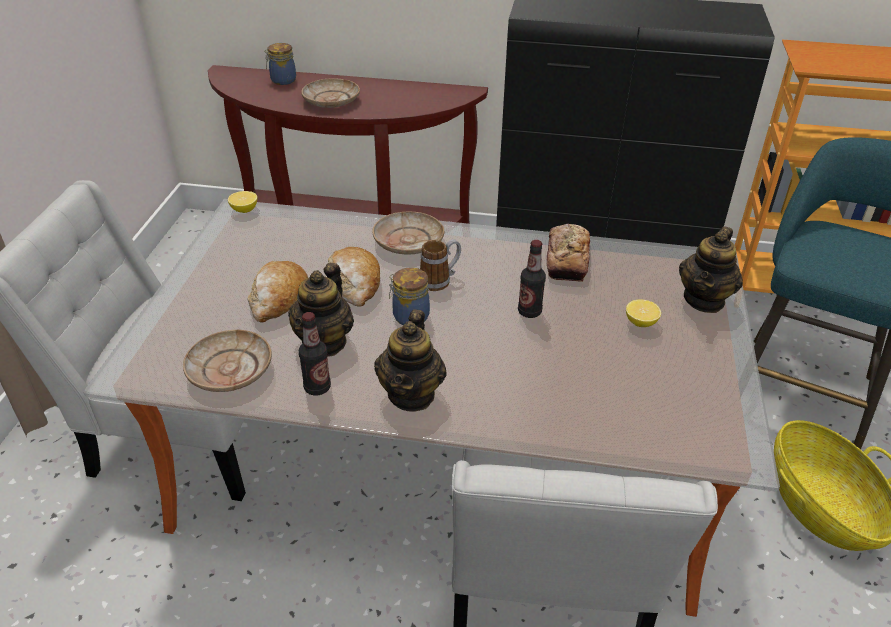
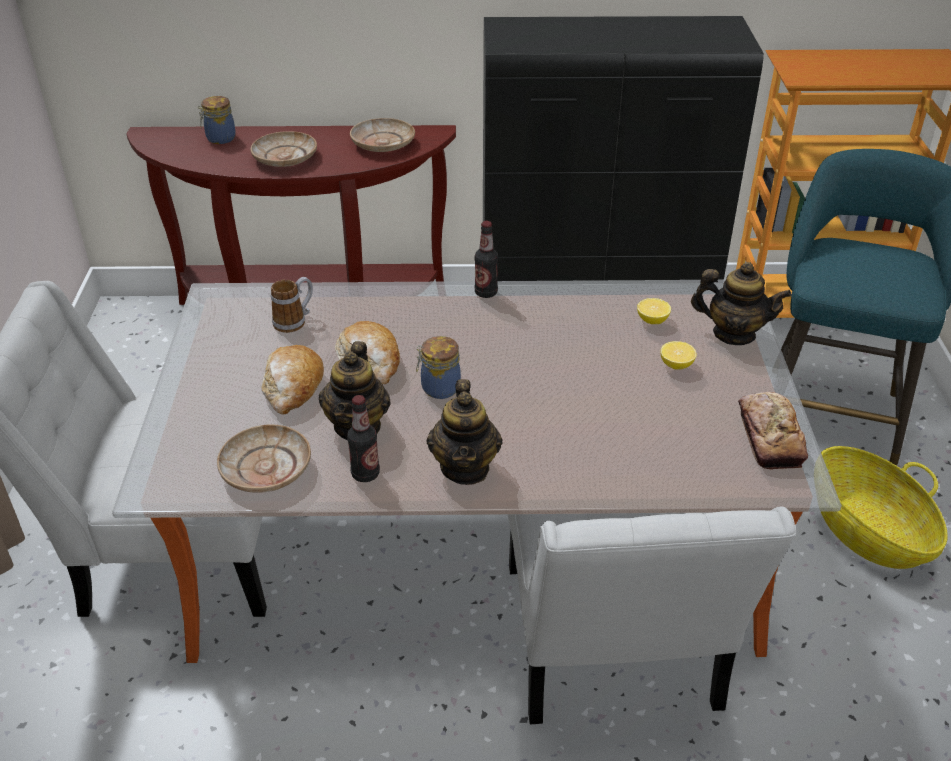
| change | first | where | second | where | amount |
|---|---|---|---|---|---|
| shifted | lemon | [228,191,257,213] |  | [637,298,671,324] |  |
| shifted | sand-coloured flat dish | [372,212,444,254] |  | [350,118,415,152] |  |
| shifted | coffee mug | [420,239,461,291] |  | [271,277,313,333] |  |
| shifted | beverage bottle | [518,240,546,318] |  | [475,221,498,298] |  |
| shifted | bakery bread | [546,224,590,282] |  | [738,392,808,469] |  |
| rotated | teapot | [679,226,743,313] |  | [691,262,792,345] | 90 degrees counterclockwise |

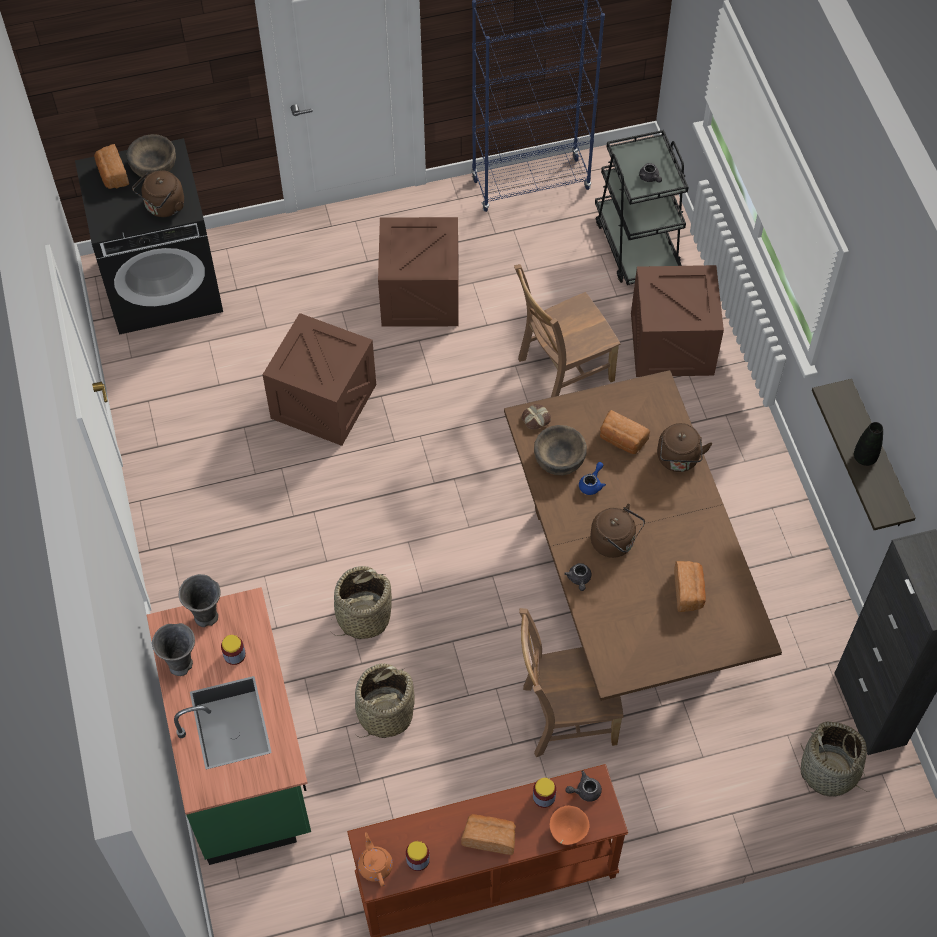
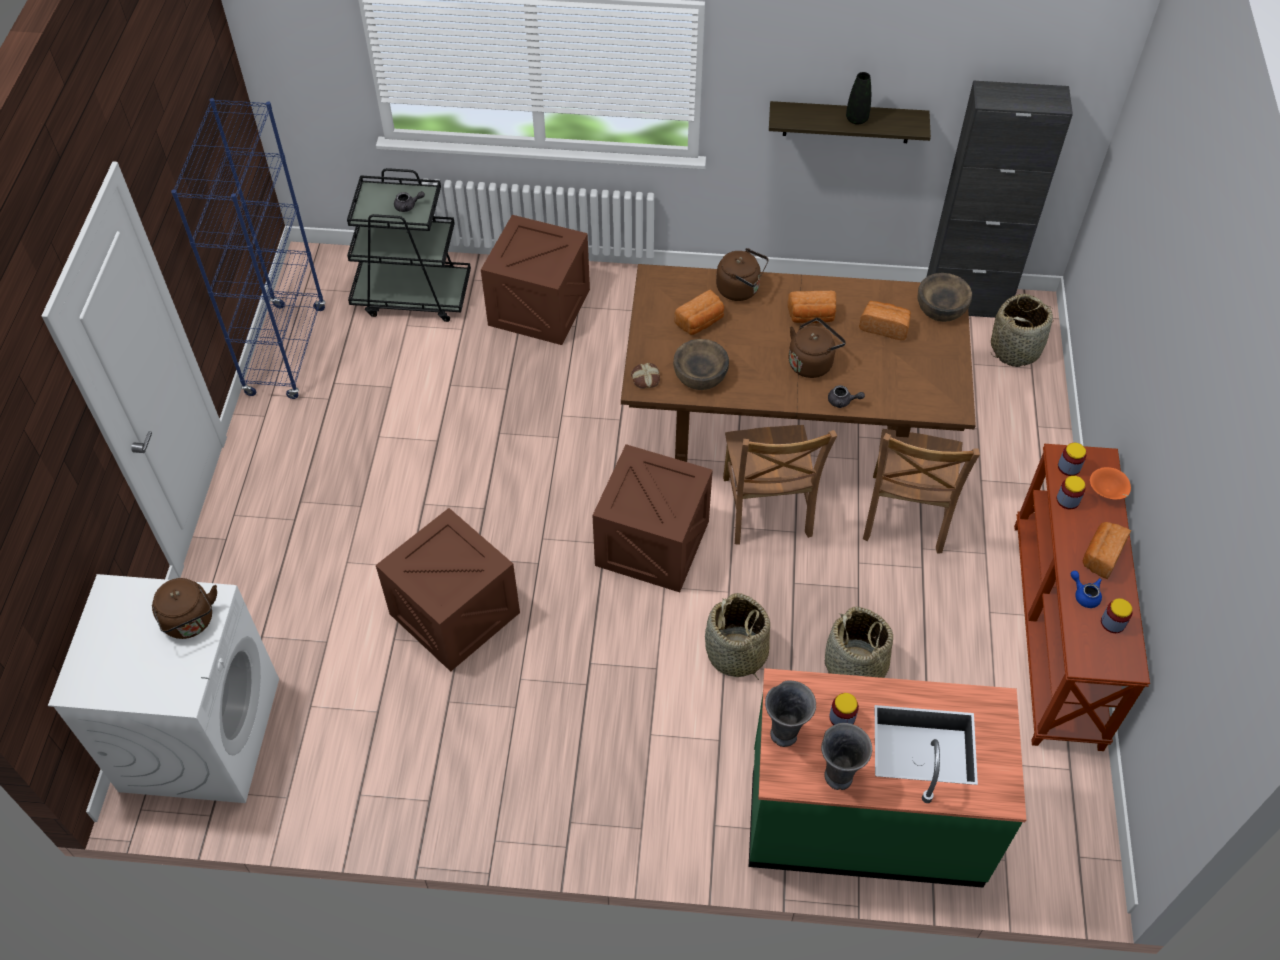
| change | first | where | second | where | amount |
|---|---|---|---|---|---|
| gone | orangey teapot | [358,832,393,887] |  |  |  |
| shifted | bakery bread | [94,144,129,189] |  | [787,291,836,323] |  |
| shifted | brownish deep dish | [127,134,176,177] |  | [917,273,972,322] |  |
| shifted | crate | [378,217,459,327] |  | [592,444,713,592] |  |
| shifted | brownish plain chair | [514,264,621,397] |  | [723,425,838,545] |  |
| shifted | blue teapot | [579,462,606,495] |  | [1071,571,1102,608] |  |
| swapped | gray teapot | [565,770,602,802] | storage jar | [1058,443,1086,476] |  |
| repainted | blackish washing machine | [75,138,223,335] | white-coloured washing machine | [48,574,279,803] |  |

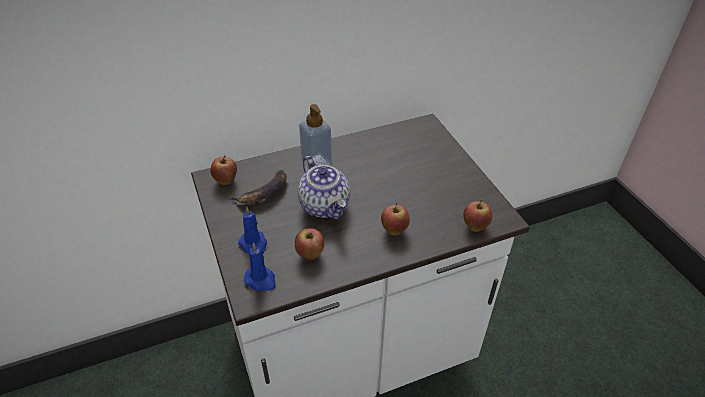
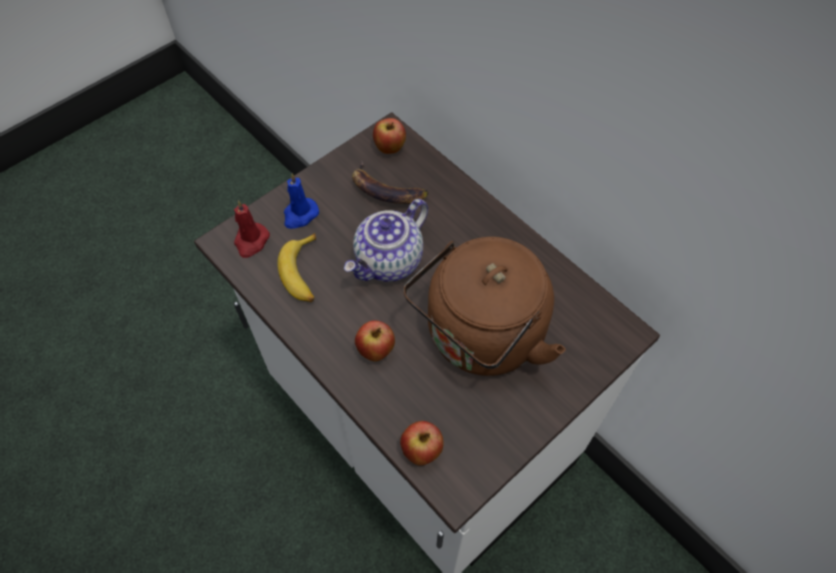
| change | first | where | second | where | amount |
|---|---|---|---|---|---|
| gone | liquid soap bottle | [299,104,332,166] |  |  |  |
| new |  |  | brownish water kettle | [403,237,566,376] |  |
| swapped | apple fruit | [295,228,324,260] | banana | [277,233,316,302] |  |
| repainted | blue wax light | [244,242,276,291] | reddish wax light | [234,200,270,258] |  |

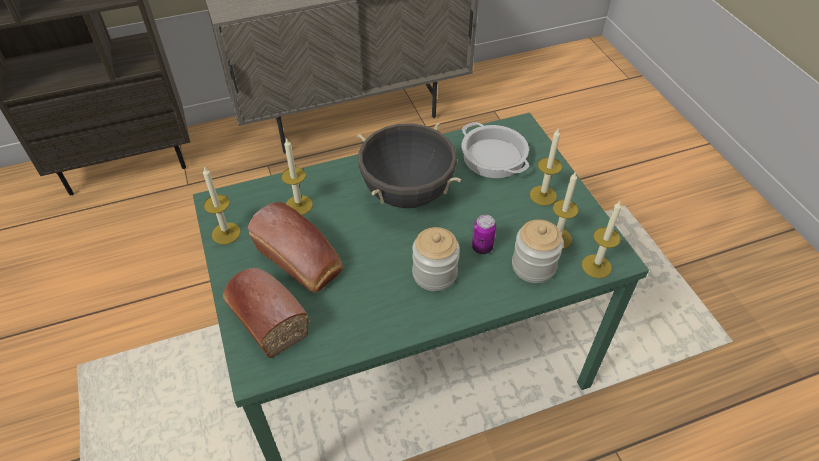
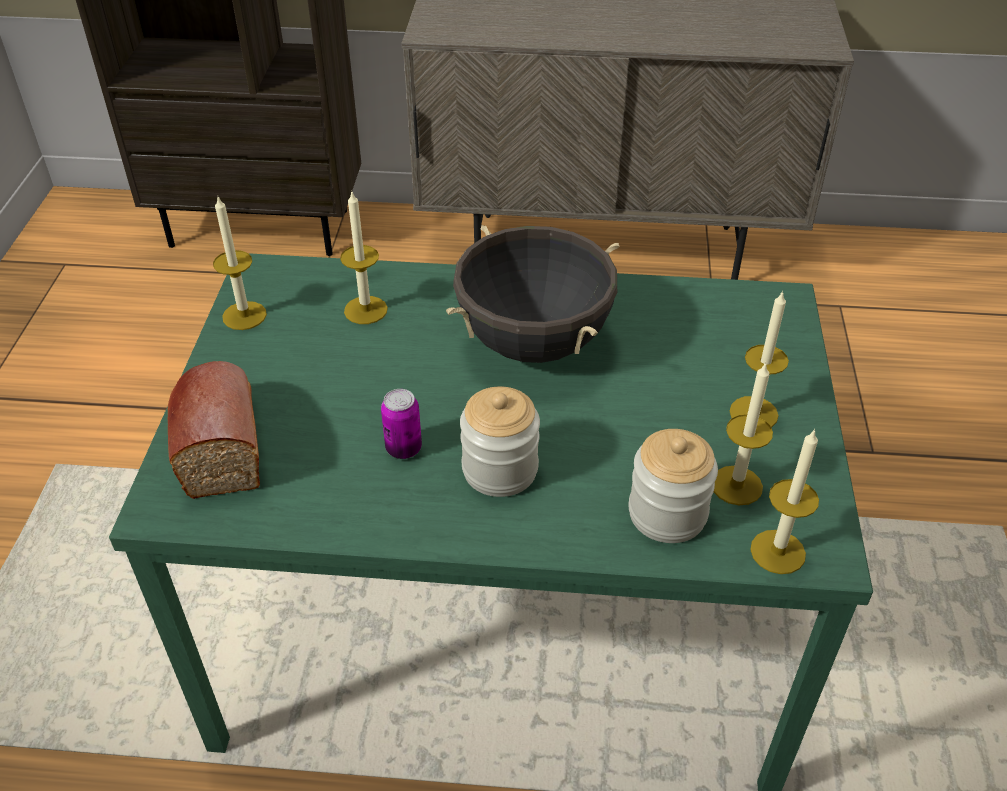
| change | first | where | second | where | amount |
|---|---|---|---|---|---|
| gone | bakery bread | [248,202,343,292] |  |  |  |
| gone | saucepot | [462,122,529,178] |  |  |  |
| shifted | metal can | [472,215,496,254] |  | [381,389,422,459] |  |

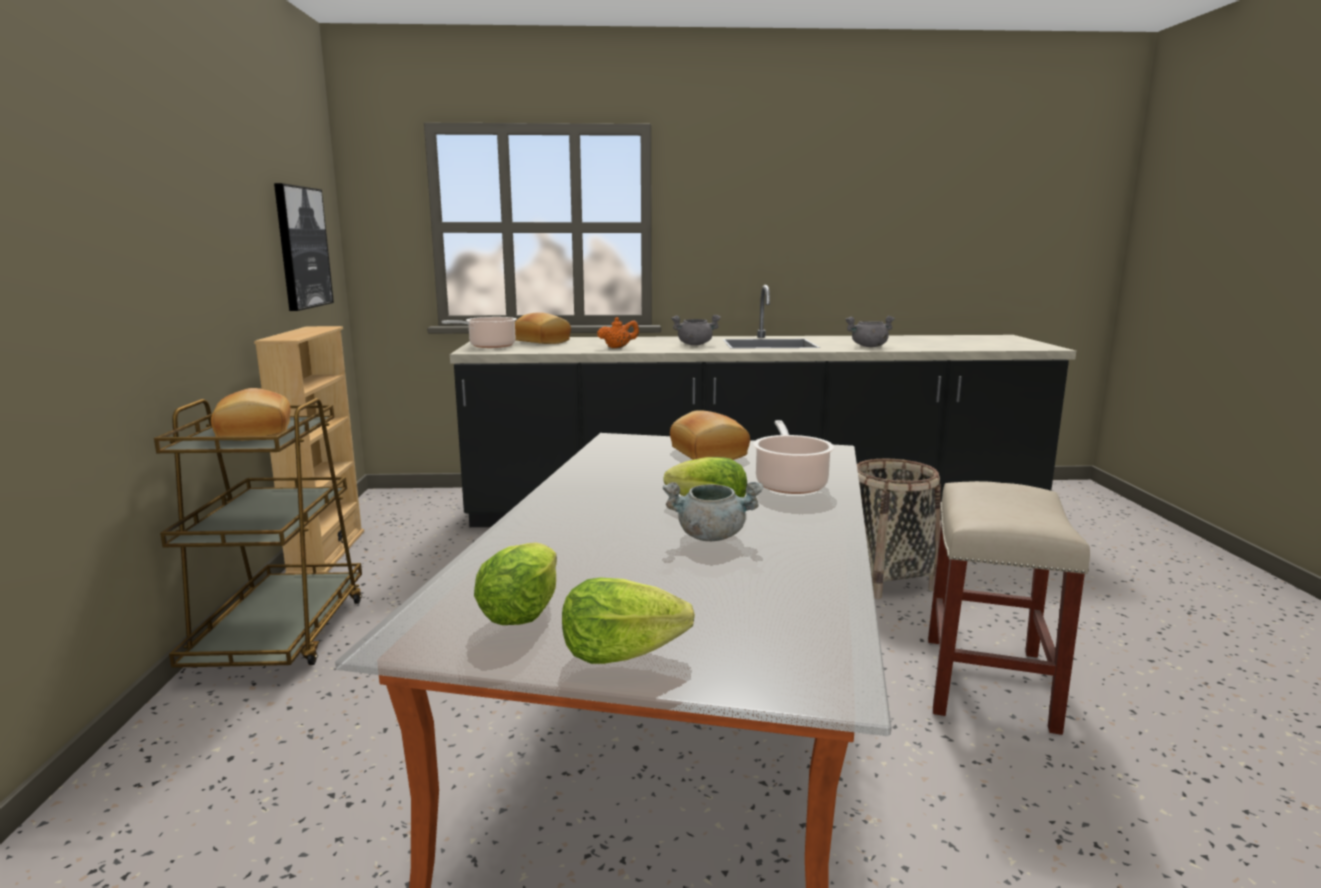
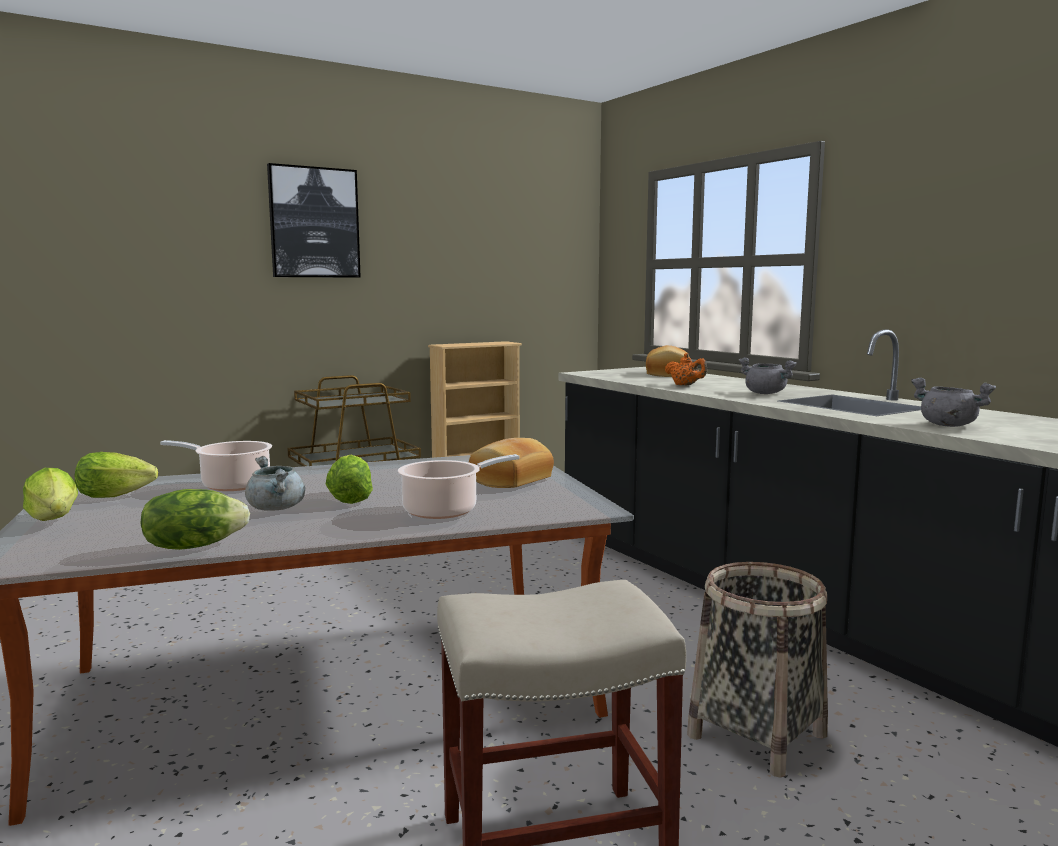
| change | first | where | second | where | amount |
|---|---|---|---|---|---|
| gone | bakery bread | [211,388,291,441] |  |  |  |
| new |  |  | lettuce | [140,489,250,550] |  |
| shifted | picture | [274,183,334,311] |  | [267,163,361,278] |  |
| shifted | saucepot | [442,317,517,348] |  | [160,440,272,491] |  |

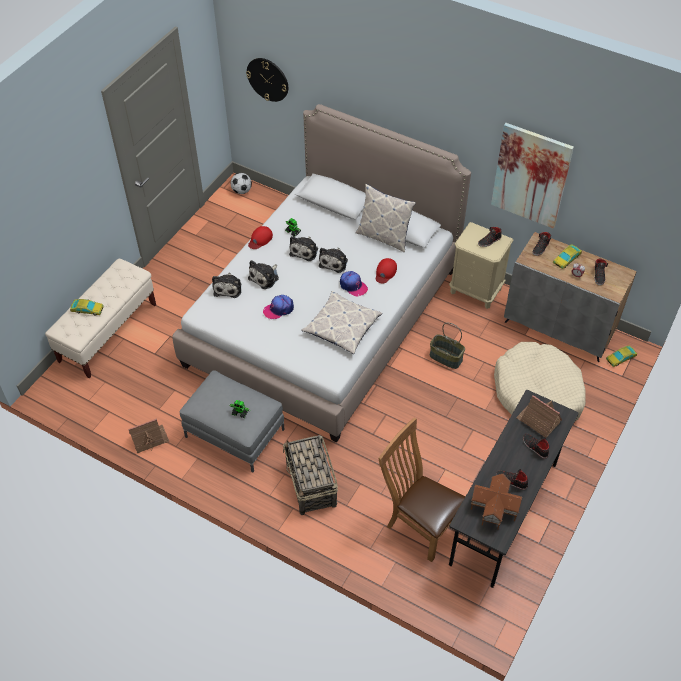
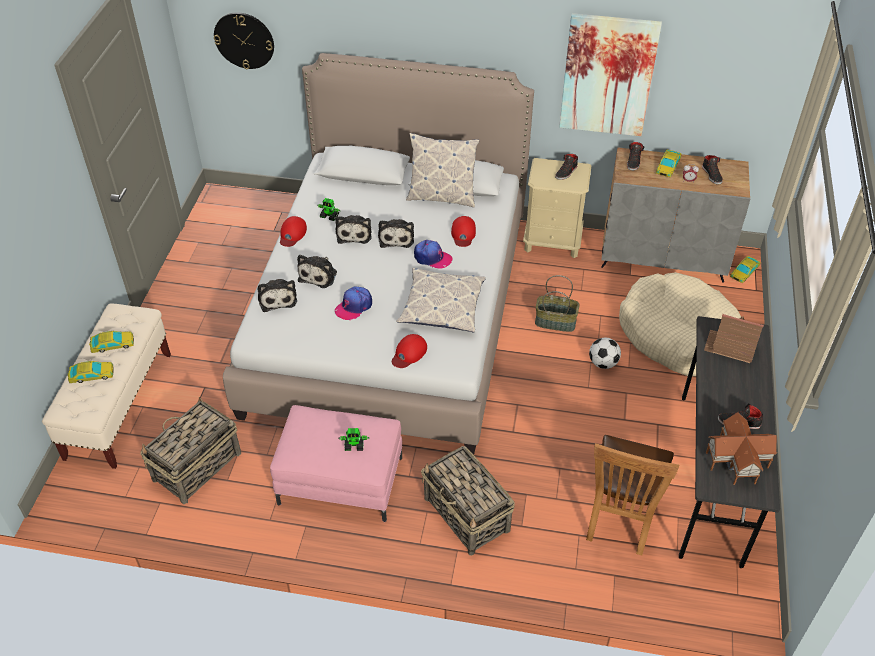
| change | first | where | second | where | amount |
|---|---|---|---|---|---|
| gone | miniature house | [128,418,169,453] |  |  |  |
| gone | blackish shoe | [523,434,550,459] |  |  |  |
| new |  |  | model car | [89,331,134,353] |  |
| new |  |  | basket | [141,397,241,504] |  |
| new |  |  | reddish baseball cap | [392,334,427,368] |  |
| shifted | ball for football | [231,173,252,194] |  | [589,338,621,369] |  |
| repainted | gray pouffe | [180,370,285,472] | pinkish pouffe | [270,405,402,522] |  |
| rotated | brownish plain chair | [378,417,465,562] |  | [586,435,679,556] | 90 degrees counterclockwise |

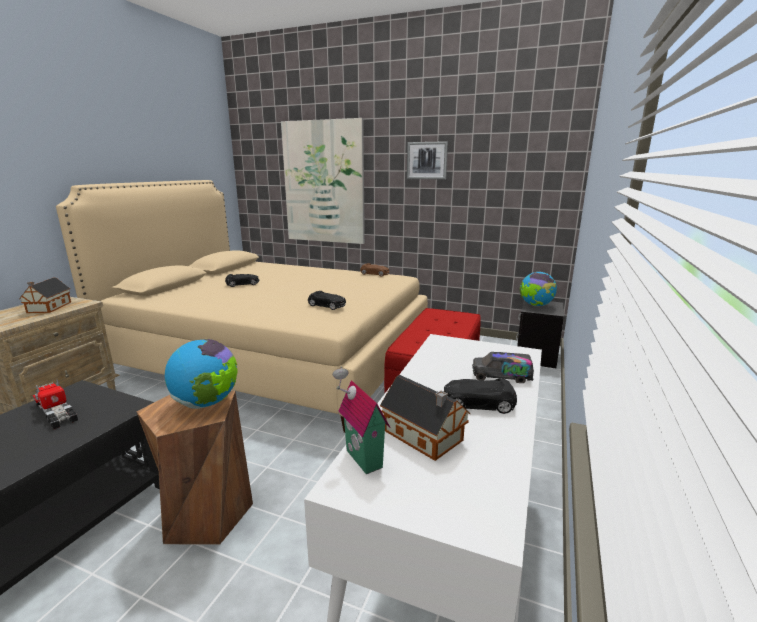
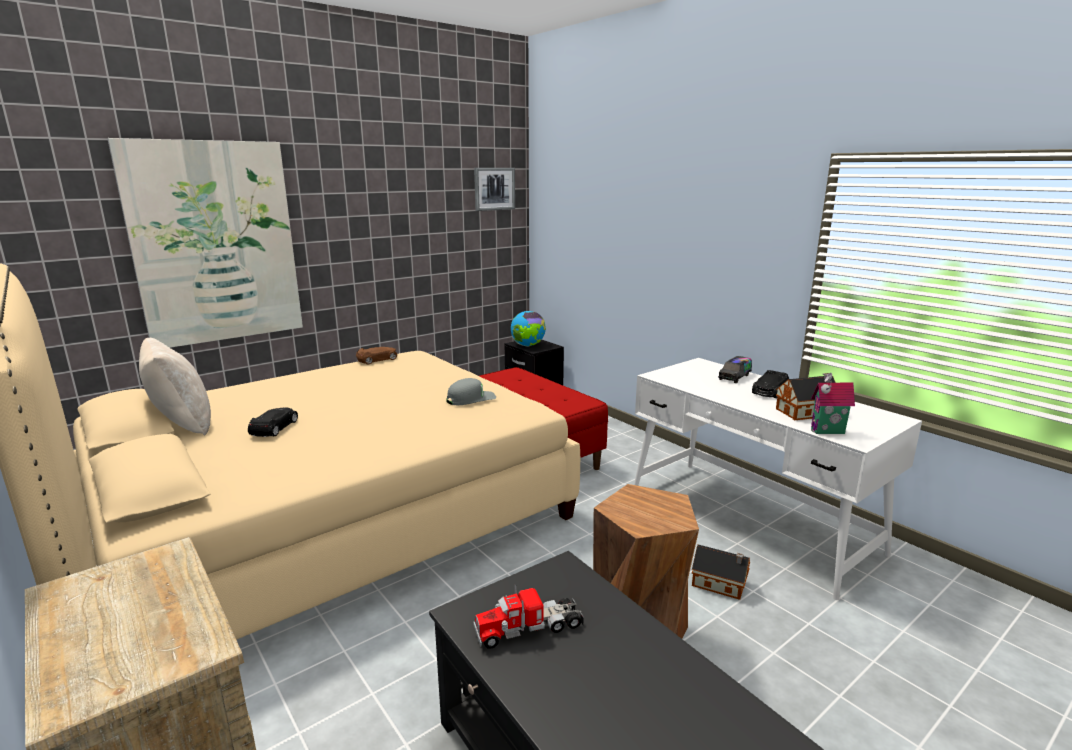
| change | first | where | second | where | amount |
|---|---|---|---|---|---|
| gone | globe | [165,339,238,409] |  |  |  |
| new |  |  | sand-coloured cushion | [139,338,211,436] |  |
| shifted | miniature house | [19,277,71,313] |  | [692,545,750,600] |  |
| shifted | picture | [407,141,448,179] |  | [474,168,515,211] |  |
| swapped | blackish model car | [308,291,346,310] | gray baseball cap | [446,378,496,405] |  |

